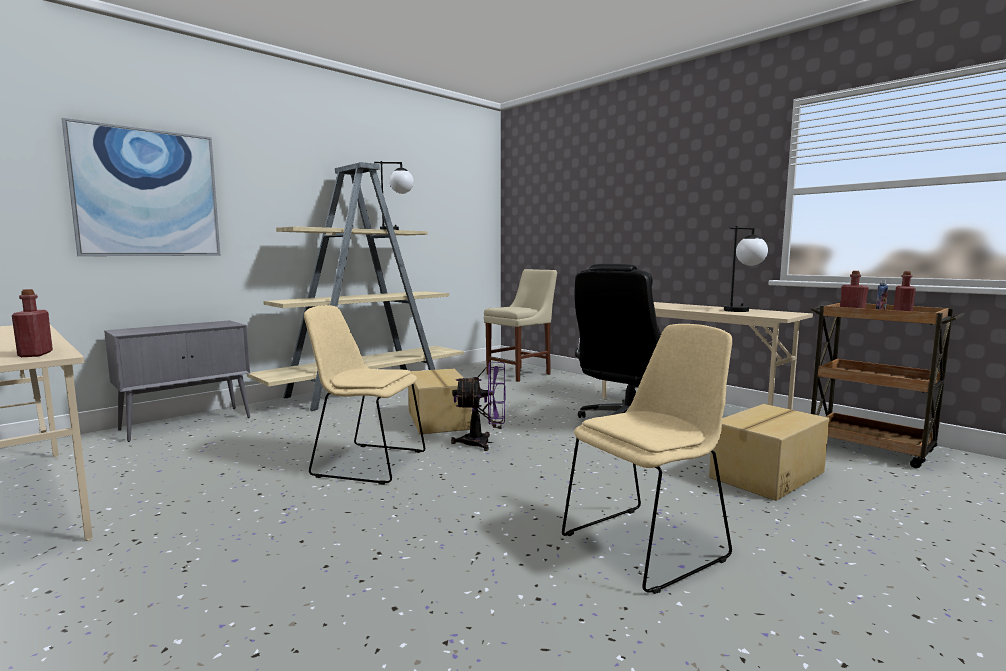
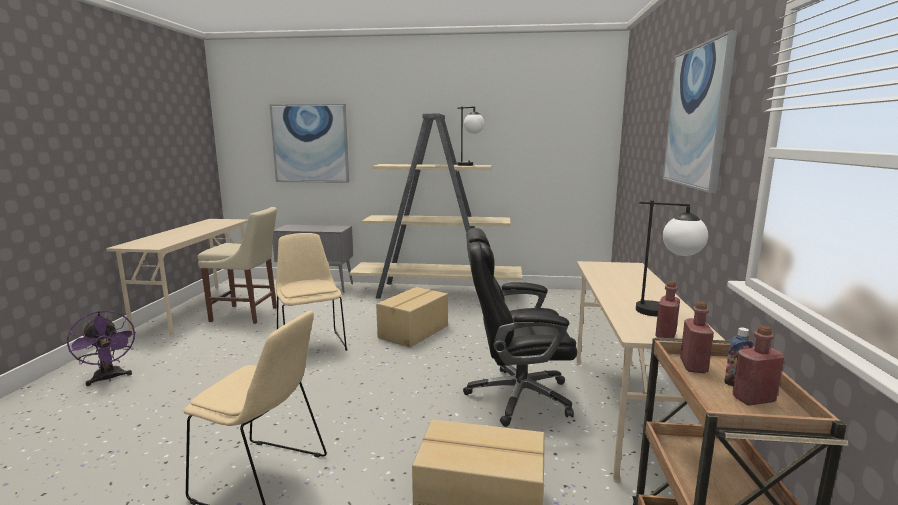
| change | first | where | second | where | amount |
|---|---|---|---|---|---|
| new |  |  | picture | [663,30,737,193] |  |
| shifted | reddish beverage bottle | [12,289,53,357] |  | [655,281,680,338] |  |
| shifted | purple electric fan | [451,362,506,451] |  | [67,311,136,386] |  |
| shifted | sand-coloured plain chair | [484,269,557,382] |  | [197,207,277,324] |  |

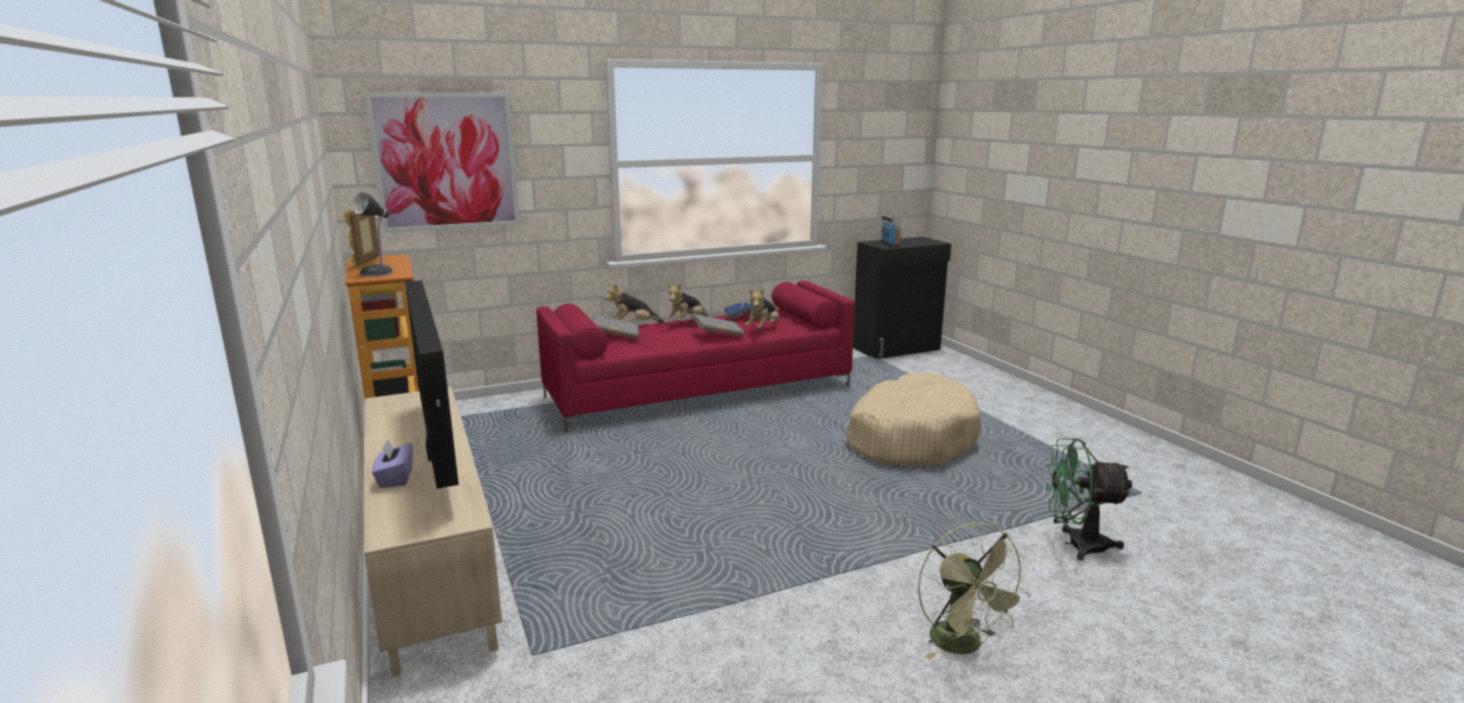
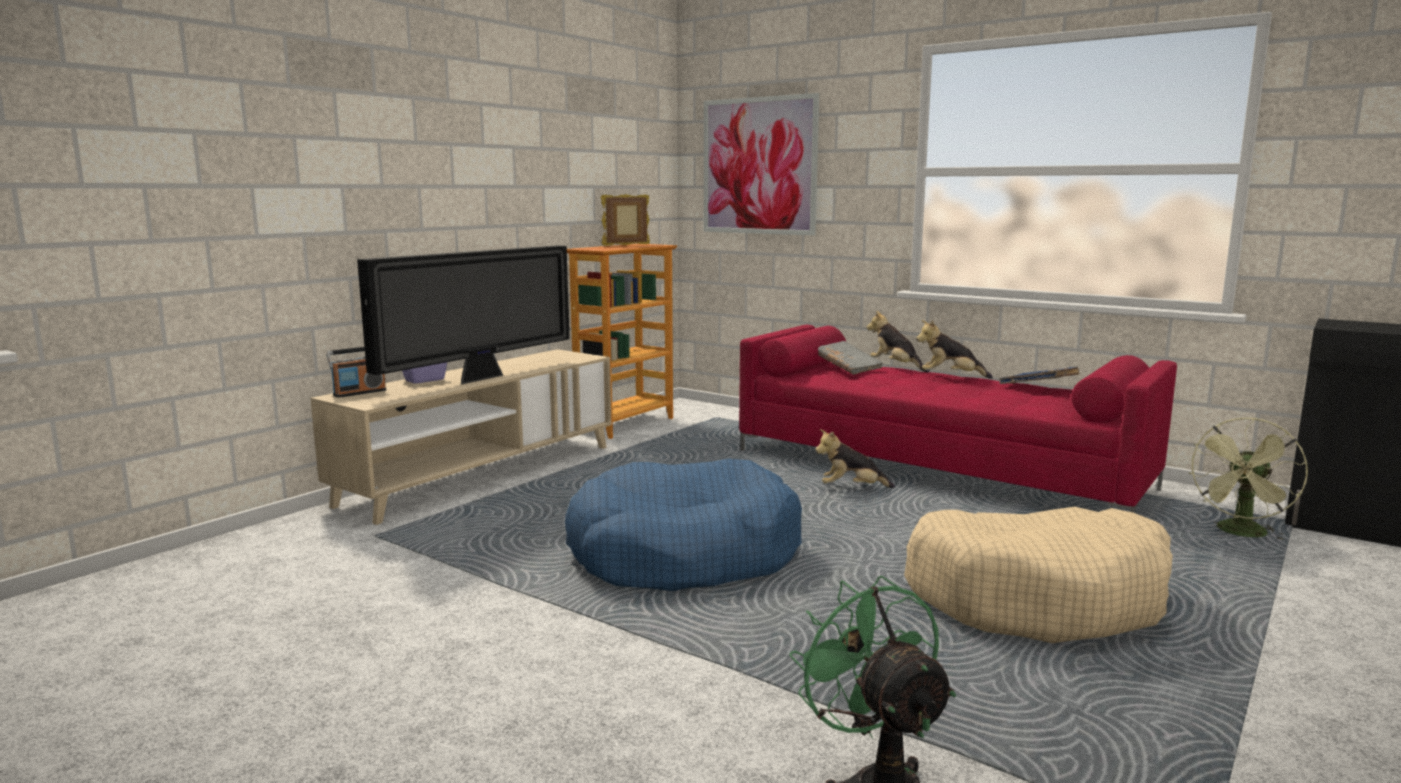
| change | first | where | second | where | amount |
|---|---|---|---|---|---|
| gone | lamp for a table | [353,192,393,277] |  |  |  |
| gone | gray bound book | [692,314,745,337] |  |  |  |
| new |  |  | blue pet bed | [565,459,802,591] |  |
| shifted | cuddly toy | [745,289,779,329] |  | [815,429,895,488] |  |
| shifted | radio | [881,216,901,247] |  | [326,347,386,398] |  |
| shifted | green-coloured electric fan | [918,523,1031,660] |  | [1188,418,1308,541] |  |

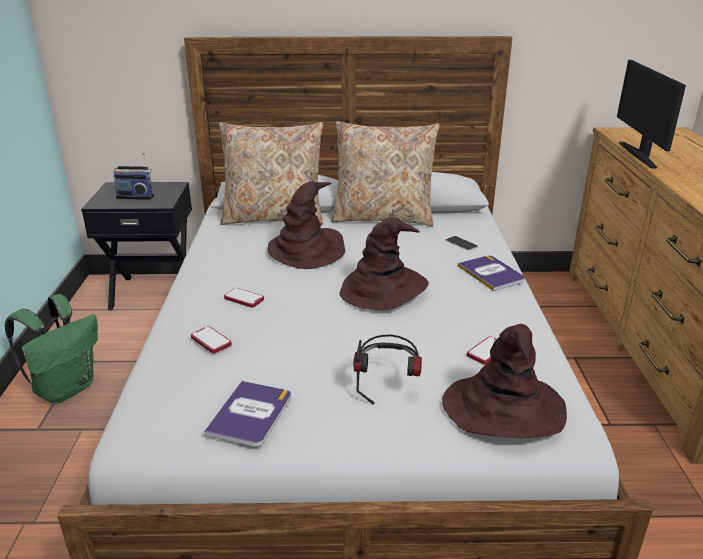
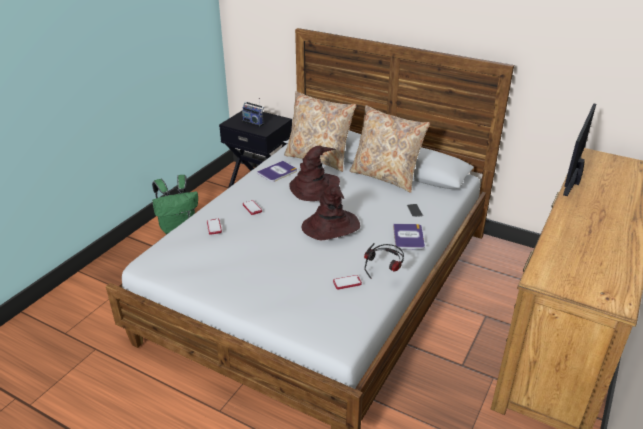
| change | first | where | second | where | amount |
|---|---|---|---|---|---|
| gone | brownish wearable hat | [442,324,567,438] |  |  |  |
| shifted | bound book | [204,381,291,447] |  | [257,161,297,182] |  |
| shifted | headphones | [353,334,422,404] |  | [364,243,404,279] |  |

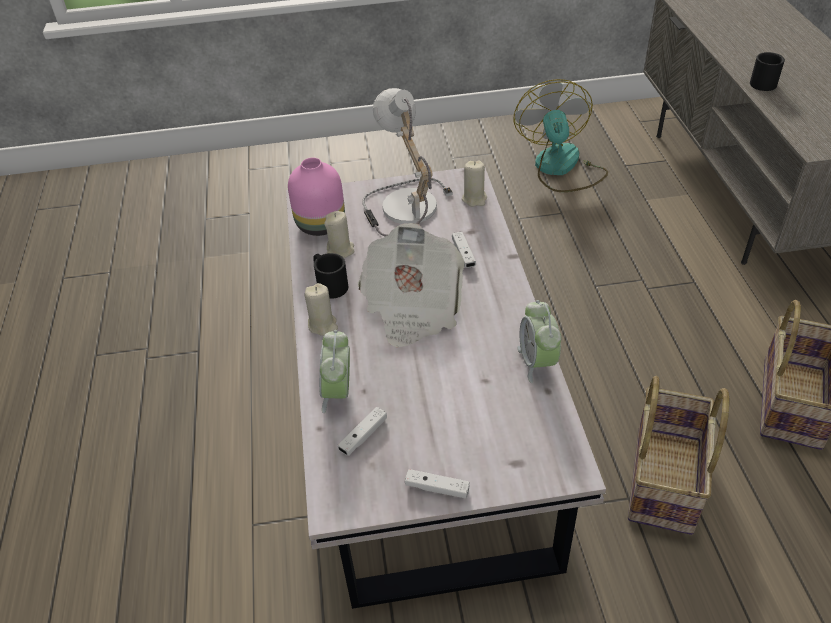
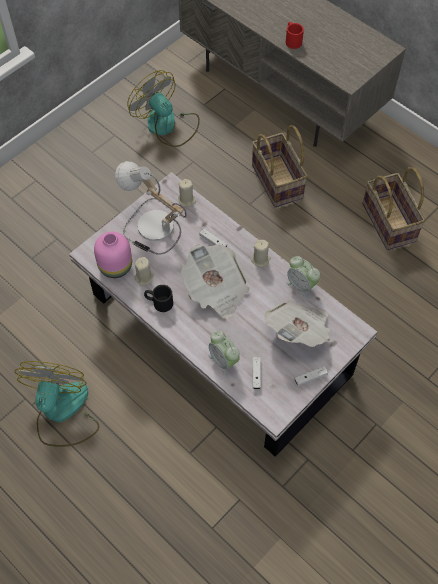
| change | first | where | second | where | amount |
|---|---|---|---|---|---|
| new |  |  | electric fan | [14,361,99,447] |  |
| new |  |  | printed paper | [265,300,331,347] |  |
| shifted | sand-coloured wax light | [304,283,338,336] |  | [251,240,271,267] |  |
| shifted | basket | [628,376,730,535] |  | [252,125,308,207] |  |
| repainted | blackish coffee mug | [750,52,785,91] | reddish coffee mug | [286,22,304,49] |  |

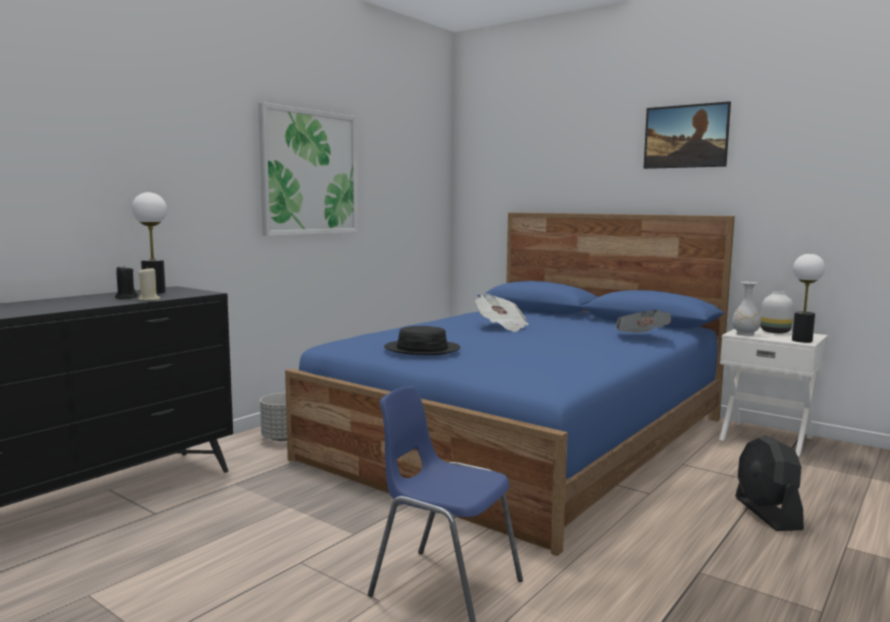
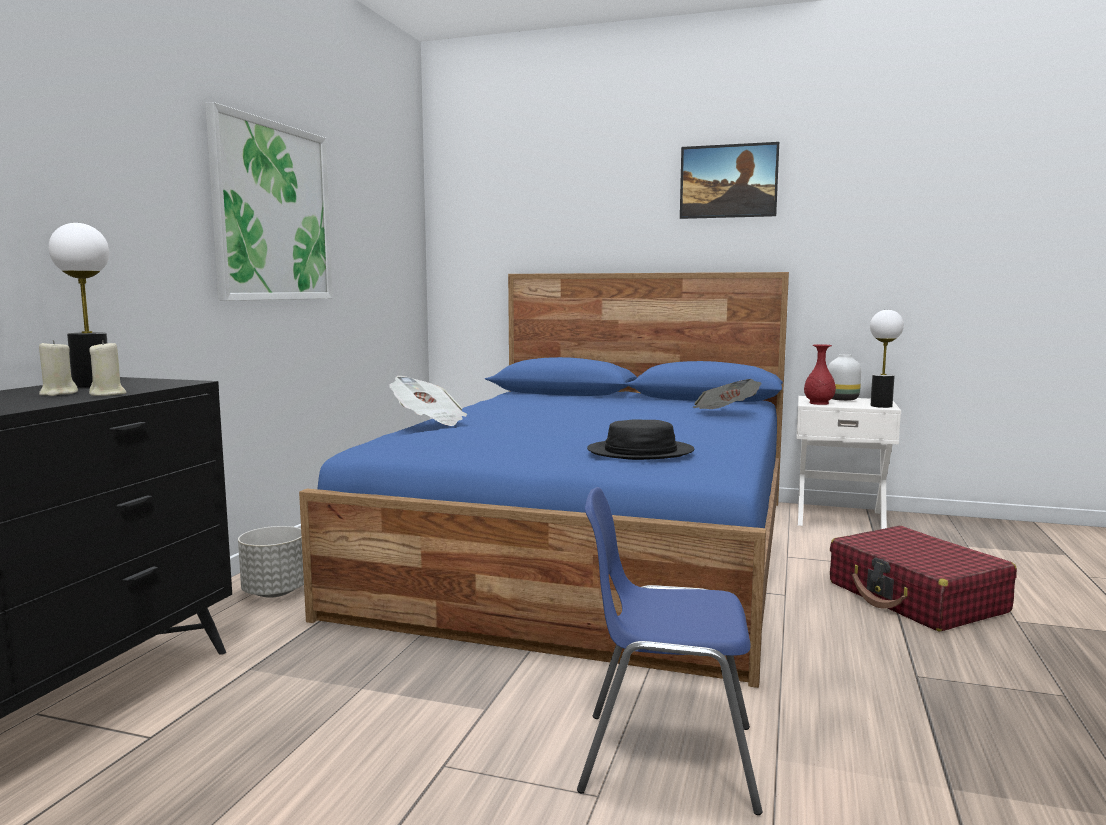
| change | first | where | second | where | amount |
|---|---|---|---|---|---|
| shifted | blackish wearable hat | [384,326,461,355] |  | [587,419,694,460] |  |
| shifted | printed paper | [475,294,529,332] |  | [389,376,467,426] |  |
| swapped | blackish electric fan | [735,435,804,531] | reddish piece of luggage | [830,526,1017,632] |  |
| repainted | blackish wax light | [115,265,137,299] | sand-coloured wax light | [39,340,78,396] |  |
| repainted | white-coloured vase | [732,282,761,336] | reddish vase | [804,344,836,405] |  |

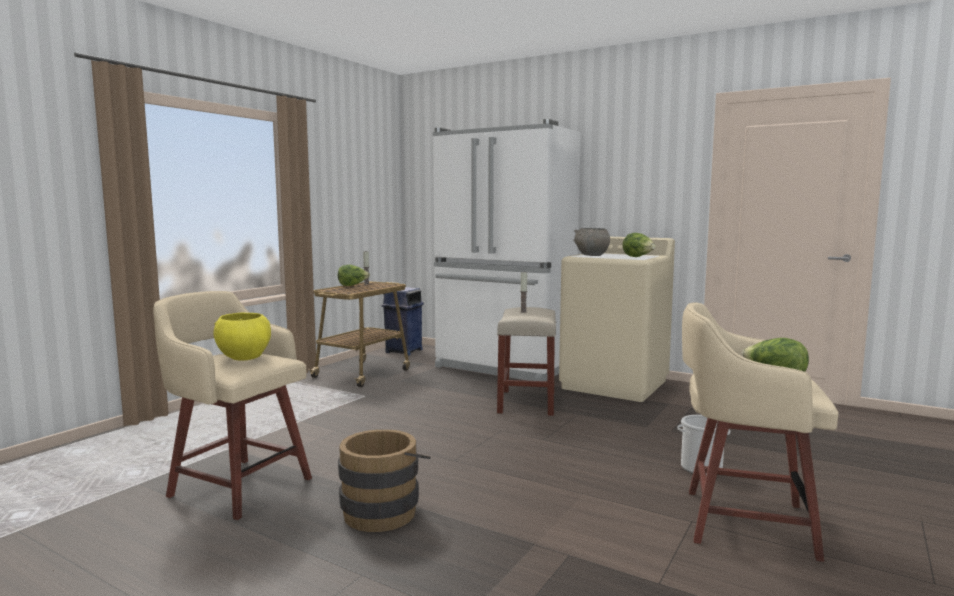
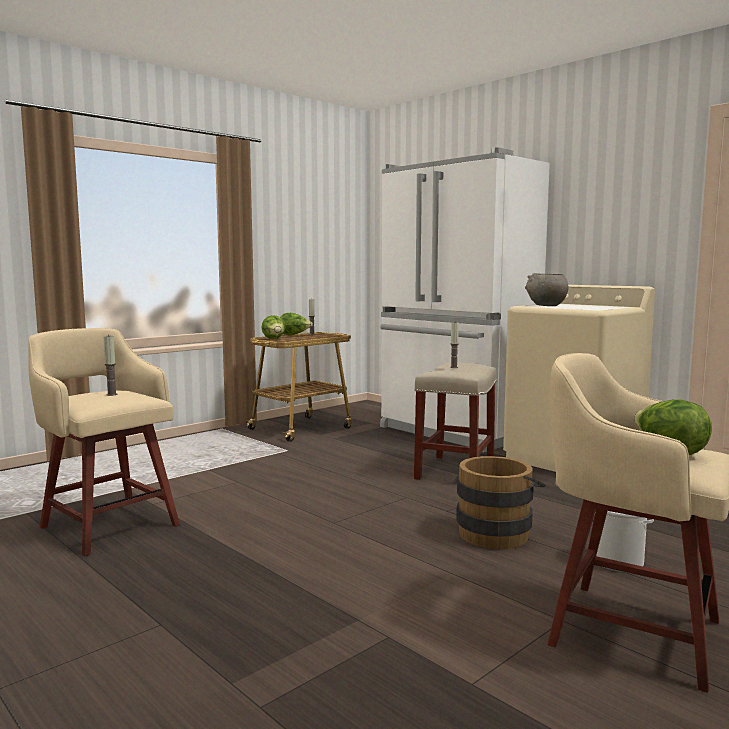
| change | first | where | second | where | amount |
|---|---|---|---|---|---|
| gone | blue waste bin | [382,287,424,356] |  |  |  |
| shifted | brownish pail | [338,429,431,532] |  | [456,456,546,549] |  |
| shifted | lettuce | [622,233,656,257] |  | [262,315,286,339] |  |
| swapped | yellowish deep dish | [213,313,271,361] | wax light | [103,334,117,396] |  |

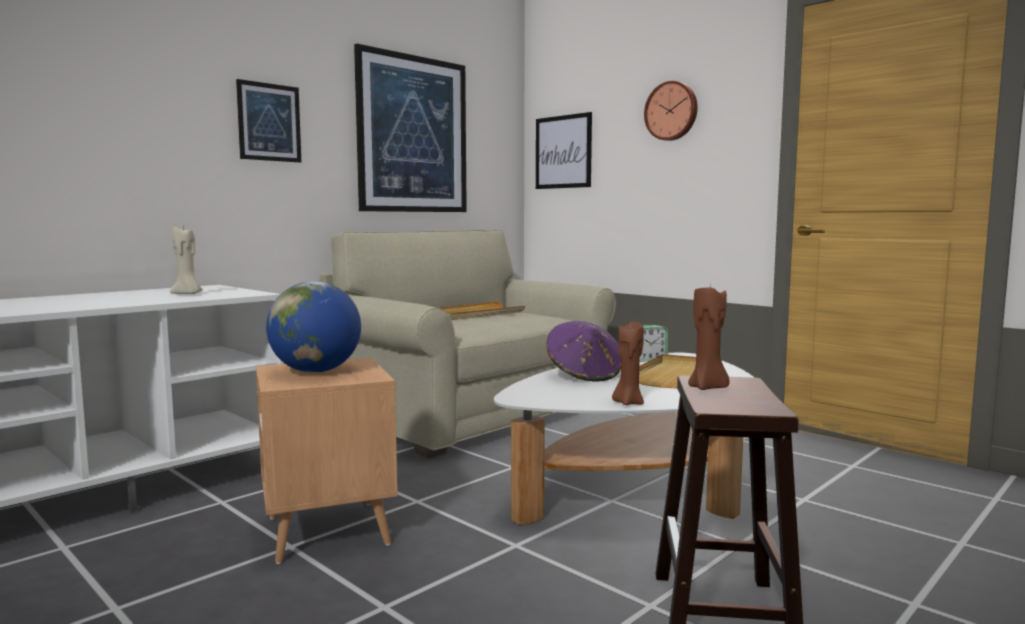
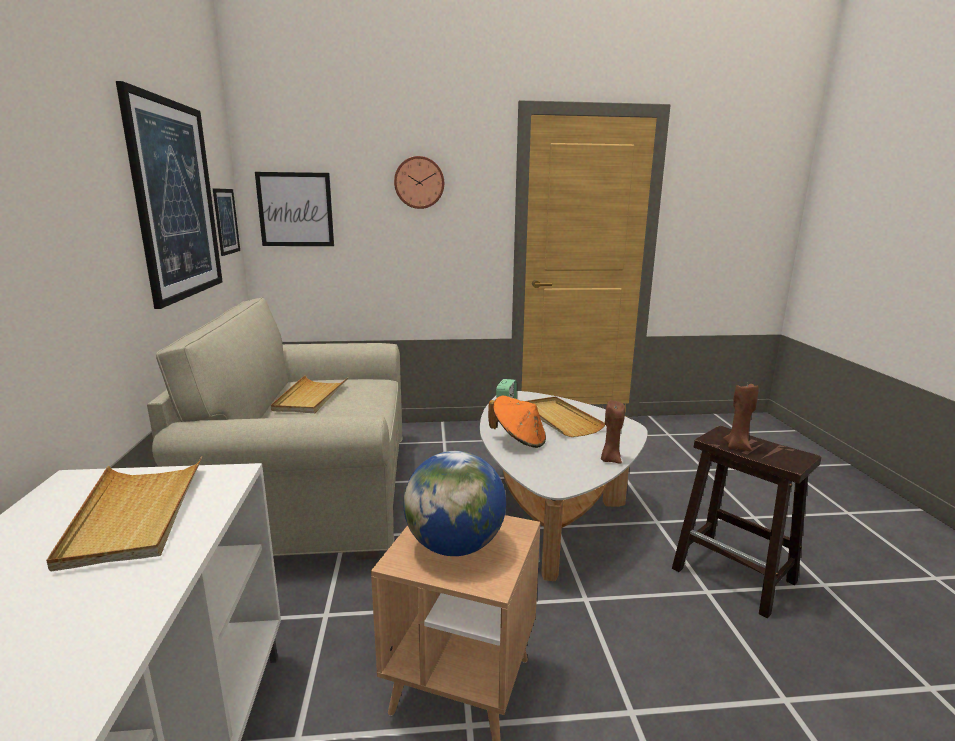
| change | first | where | second | where | amount |
|---|---|---|---|---|---|
| shifted | picture | [236,79,301,163] |  | [212,188,240,256] |  |
| swapped | sand-coloured wax light | [170,225,203,294] | sand-coloured serving tray | [46,456,202,571] |  |
| repainted | purple wearable hat | [547,321,621,381] | orangey wearable hat | [488,396,546,448] |  |

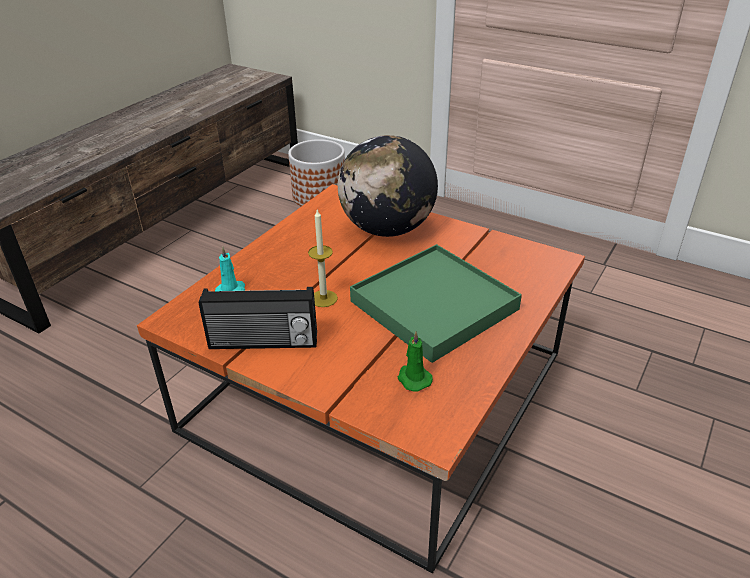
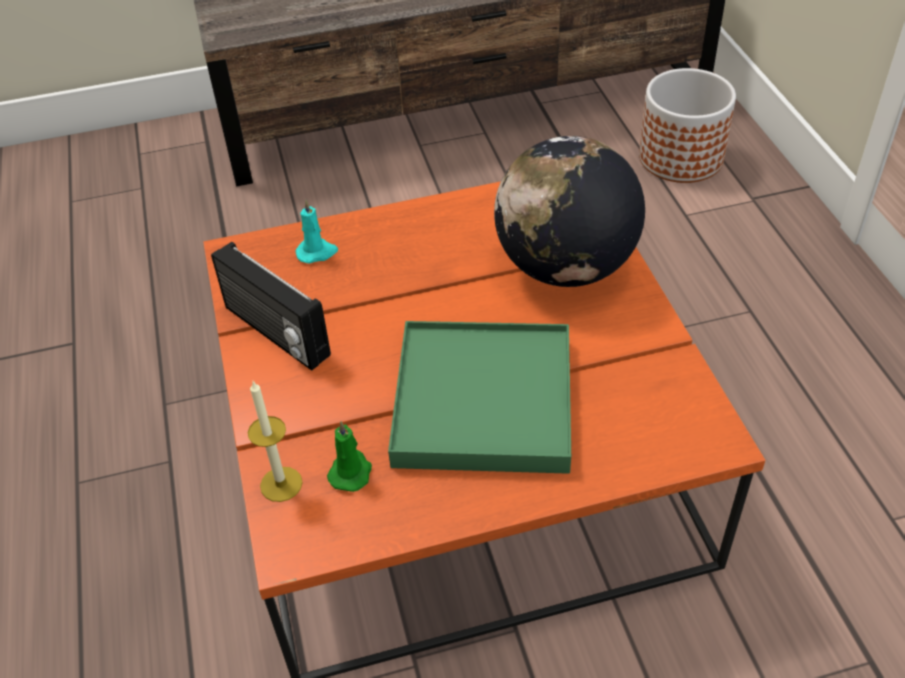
| change | first | where | second | where | amount |
|---|---|---|---|---|---|
| shifted | wax light | [308,210,338,307] |  | [248,381,303,502] |  |

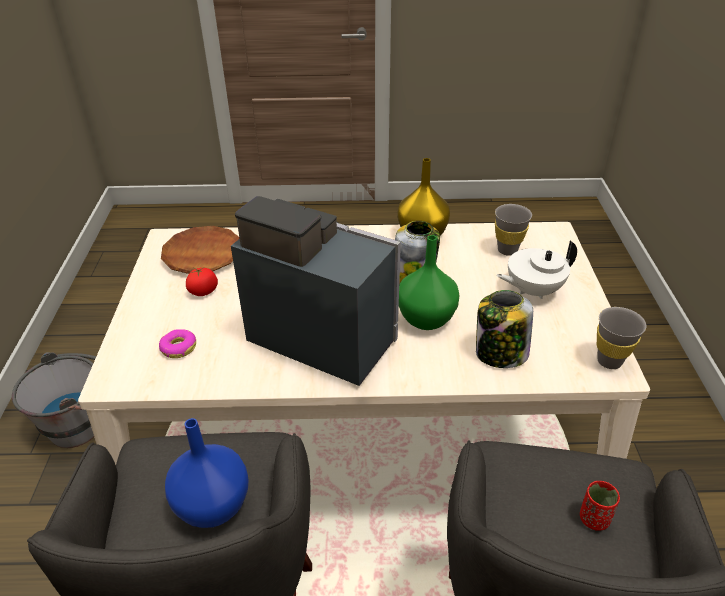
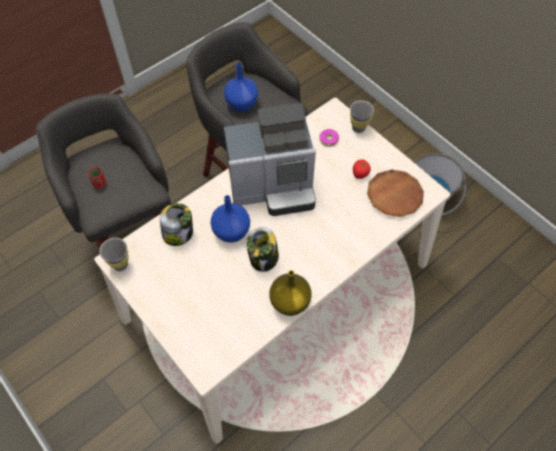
| change | first | where | second | where | amount |
|---|---|---|---|---|---|
| gone | white-coloured teapot | [496,241,577,299] |  |  |  |
| shifted | gray small cup | [495,204,532,256] |  | [350,100,374,133] |  |
| repainted | green-coloured vase | [399,235,459,330] | blue vase | [211,195,250,242] |  |

